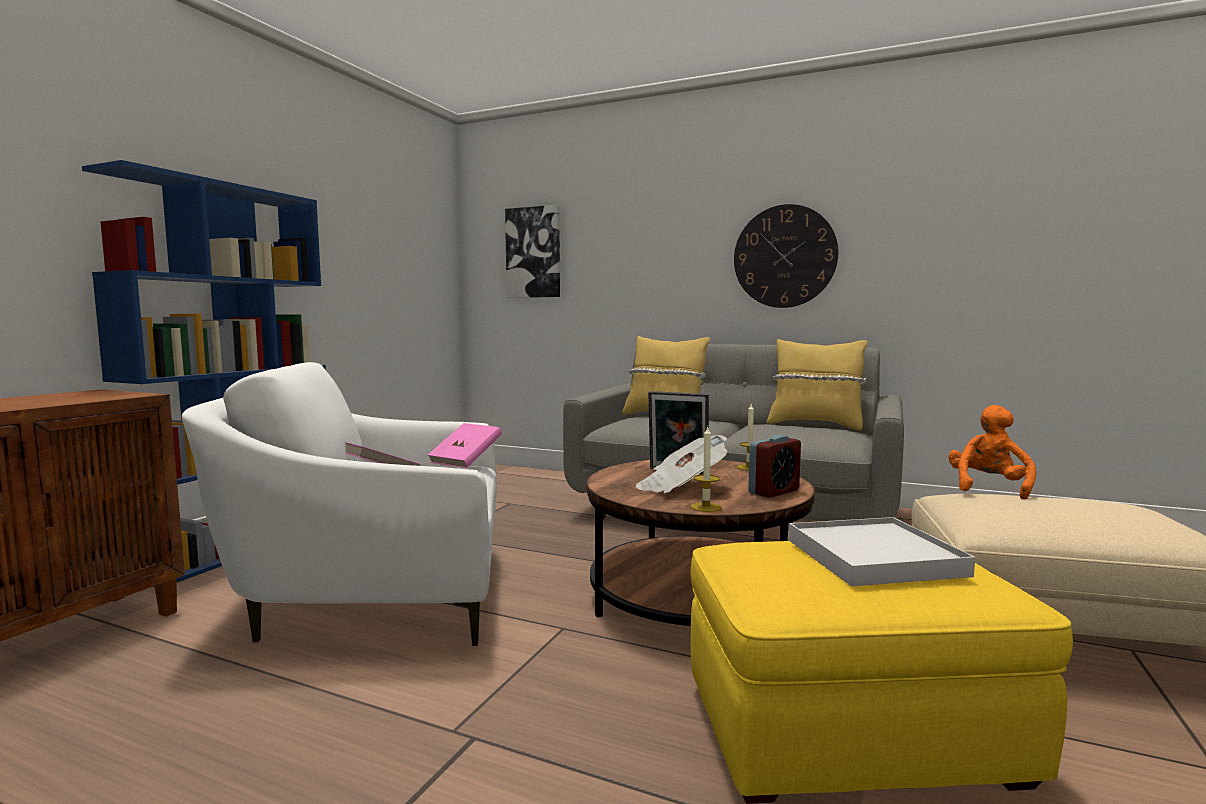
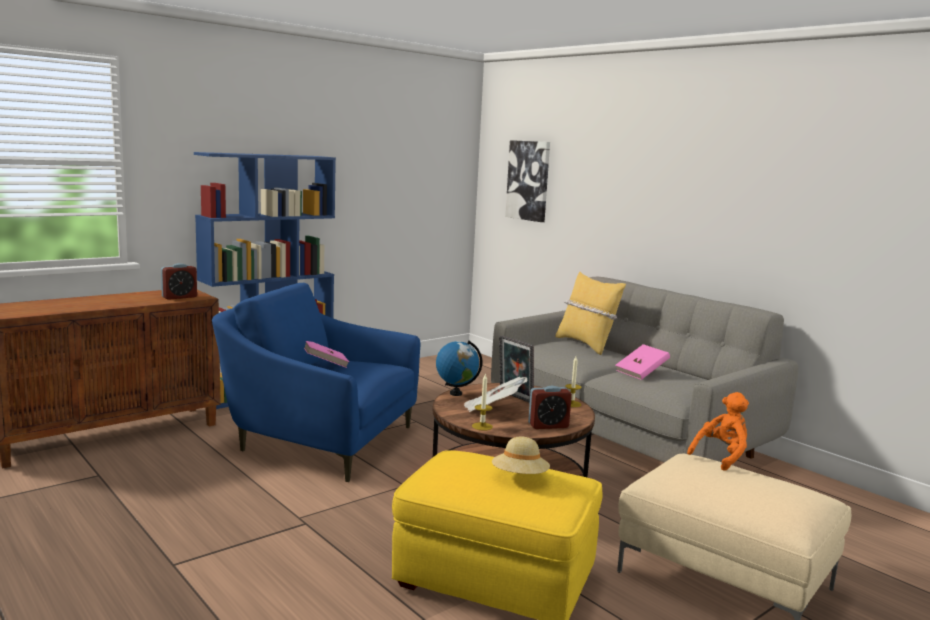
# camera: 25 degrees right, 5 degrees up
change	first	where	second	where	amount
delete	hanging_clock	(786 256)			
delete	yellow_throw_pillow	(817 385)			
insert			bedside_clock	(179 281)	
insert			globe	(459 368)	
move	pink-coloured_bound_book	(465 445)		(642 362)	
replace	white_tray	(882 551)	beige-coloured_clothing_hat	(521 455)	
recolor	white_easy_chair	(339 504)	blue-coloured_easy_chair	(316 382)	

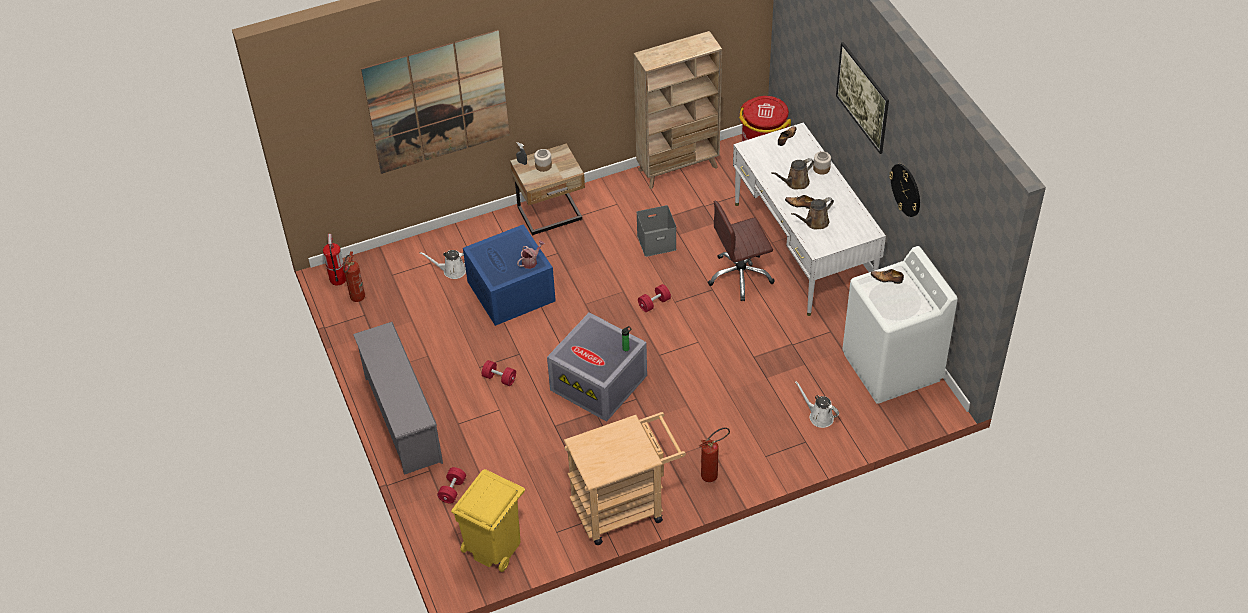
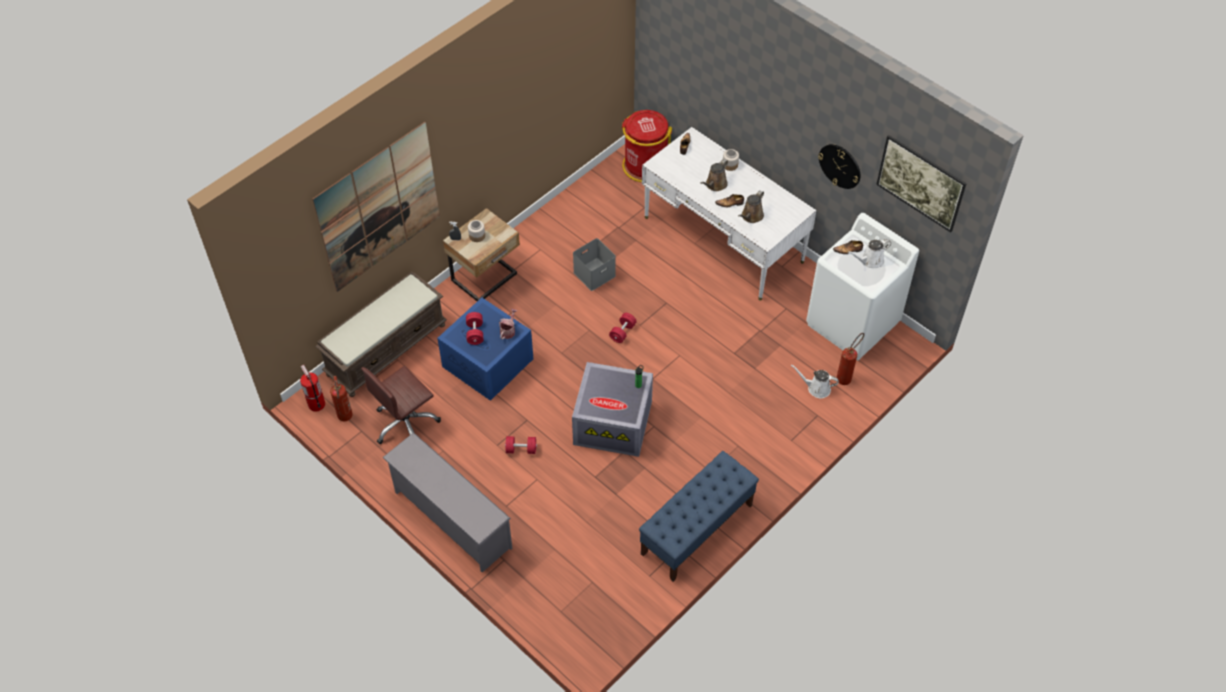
# camera: 25 degrees left, 5 degrees up
change	first	where	second	where	amount
delete	yellow_waste_bin	(488 520)			
delete	beige-coloured_bookshelf	(678 110)			
insert			brownish_indoor_bench	(381 334)	
move	white_watering_can	(443 264)		(869 254)	
move	red_dumbbell	(451 485)		(474 328)	
move	extinguisher	(714 454)		(850 359)	
move	brownish_computer_chair	(741 251)		(401 405)	
move	wall_picture	(862 98)		(921 183)	
replace	beige-coloured_trolley	(625 478)	blue-coloured_indoor_bench	(699 516)	

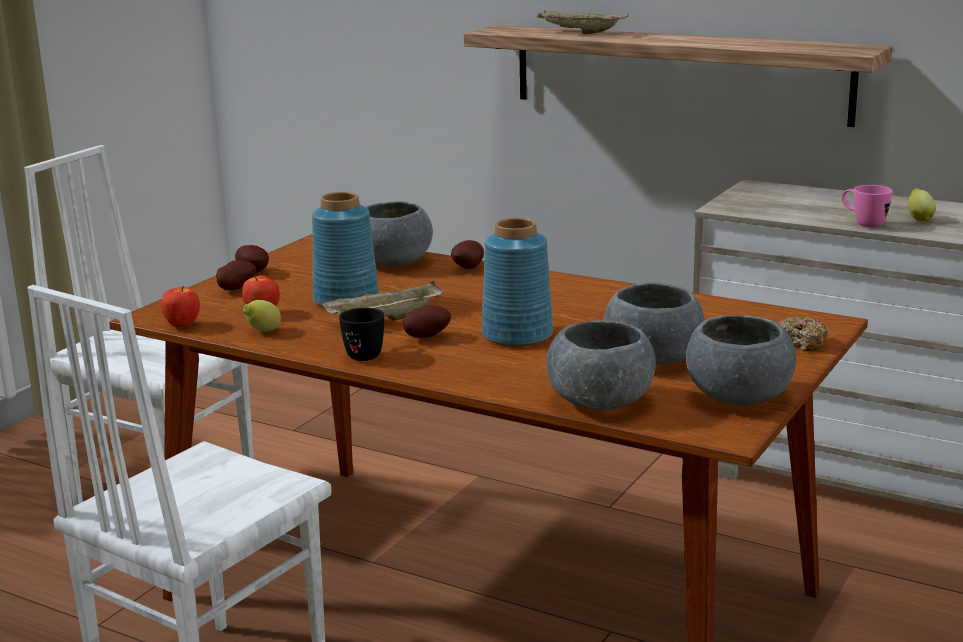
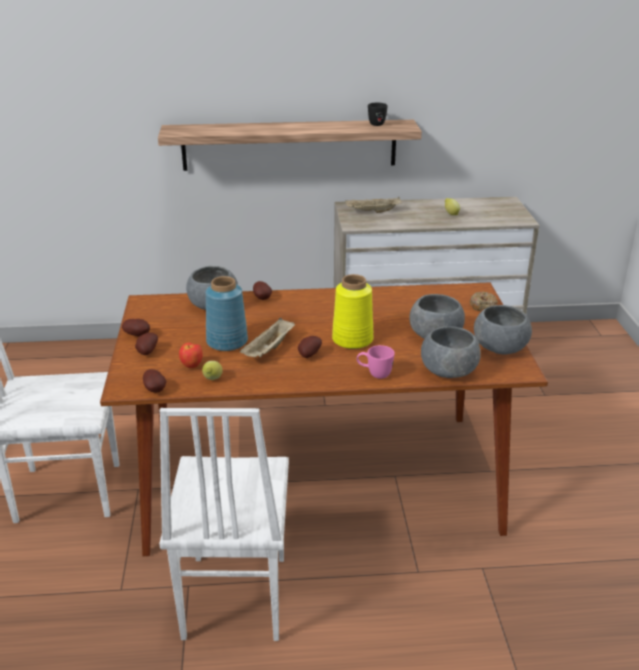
# camera: 35 degrees left, 10 degrees up
change	first	where	second	where	amount
move	black-coloured_tea_mug	(361 334)		(378 114)	
move	beige-coloured_tray	(583 22)		(373 205)	
move	pink-coloured_tea_mug	(867 206)		(376 362)	
replace	apple_fruit	(180 306)	potato	(154 381)	
recolor	blue-coloured_flower_vase	(517 282)	yellow_flower_vase	(352 311)	

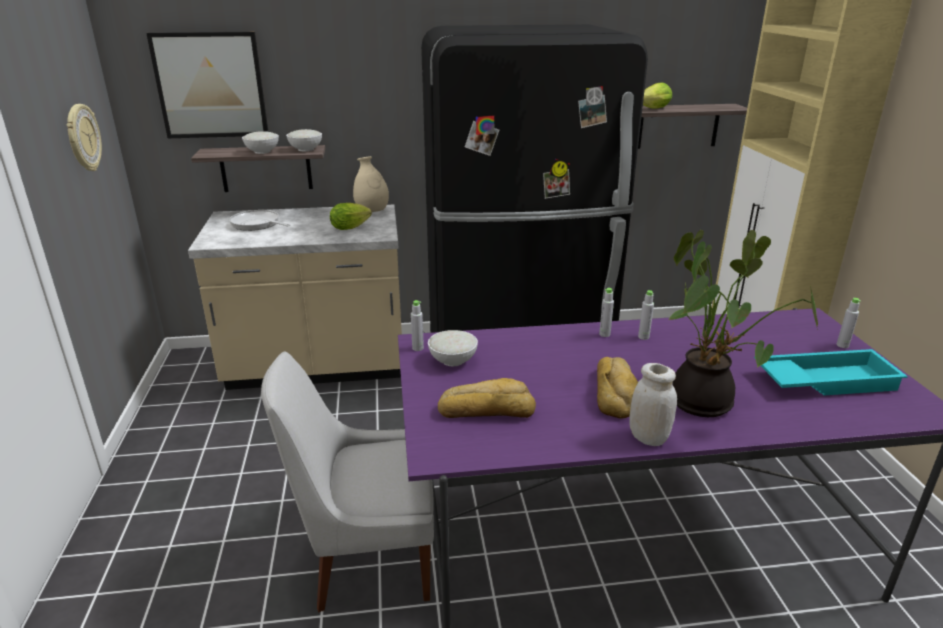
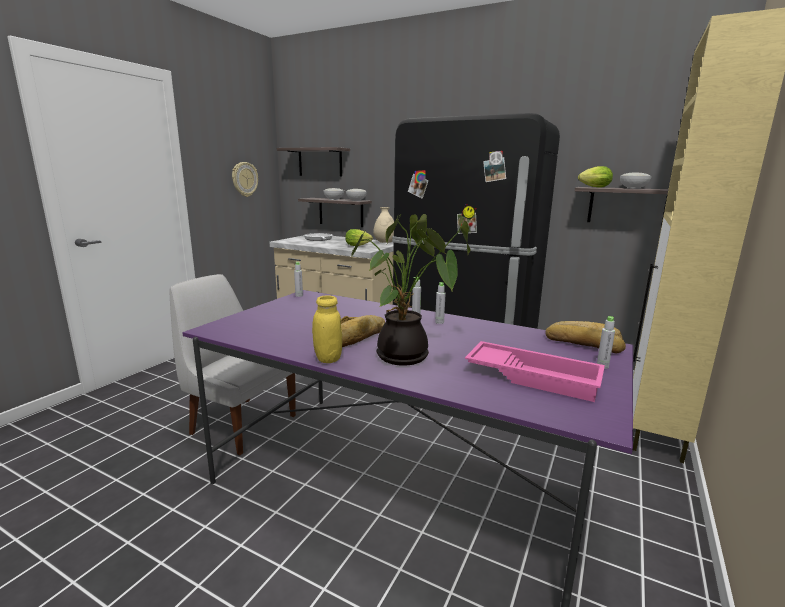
# camera: 35 degrees right, 10 degrees down
change	first	where	second	where	amount
move	white_deep_dish	(453 348)		(636 181)	
move	bread	(487 398)		(585 337)	
replace	wall_picture	(207 85)	shelf	(313 162)	
recolor	white_jar	(653 404)	yellow_jar	(327 329)	
recolor	blue-green_tray	(831 372)	pink-coloured_tray	(535 371)	

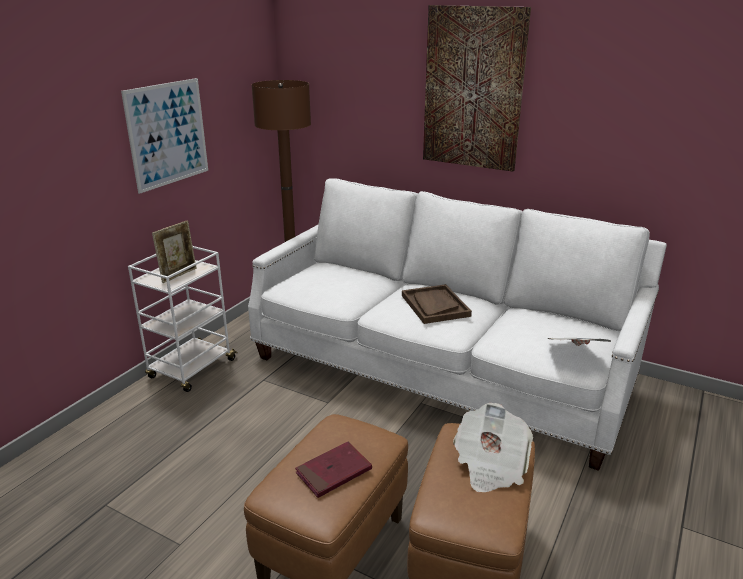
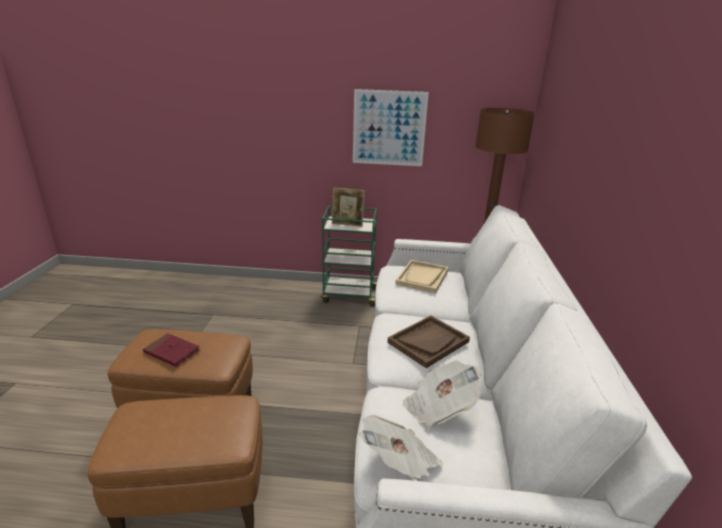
# camera: 65 degrees right, 0 degrees up
change	first	where	second	where	amount
delete	wall_picture	(477 88)			
insert			beige-coloured_tray	(422 277)	
move	newspaper	(493 447)		(442 394)	
recolor	white_trolley	(183 319)	green_trolley	(349 256)	

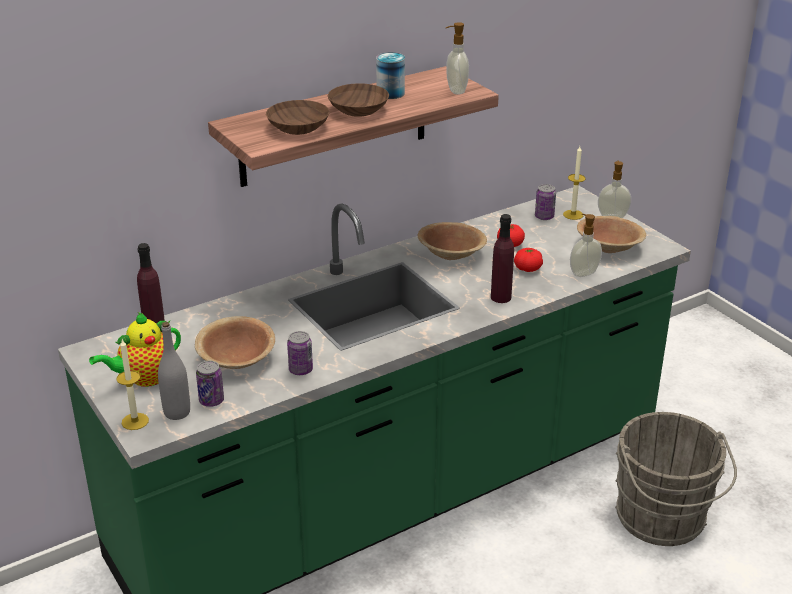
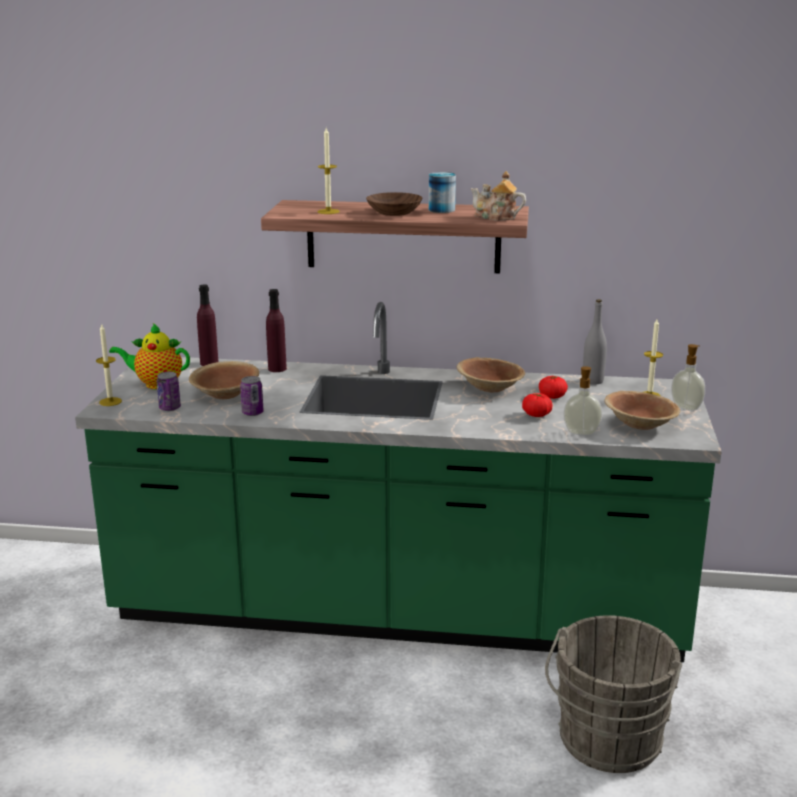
# camera: 40 degrees right, 10 degrees down
change	first	where	second	where	amount
delete	metal_can	(545 202)			
move	grey_beverage_bottle	(174 371)		(595 342)	
move	purple-coloured_beverage_bottle	(502 258)		(276 330)	
replace	brownish_deep_dish	(298 117)	wax_light	(329 171)	
replace	soap_bottle	(457 58)	tea_pot	(498 196)	

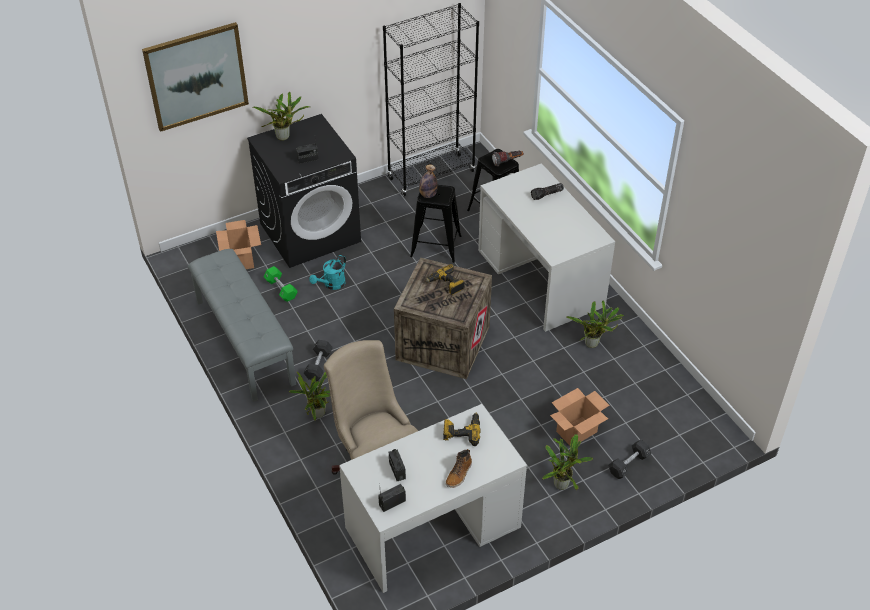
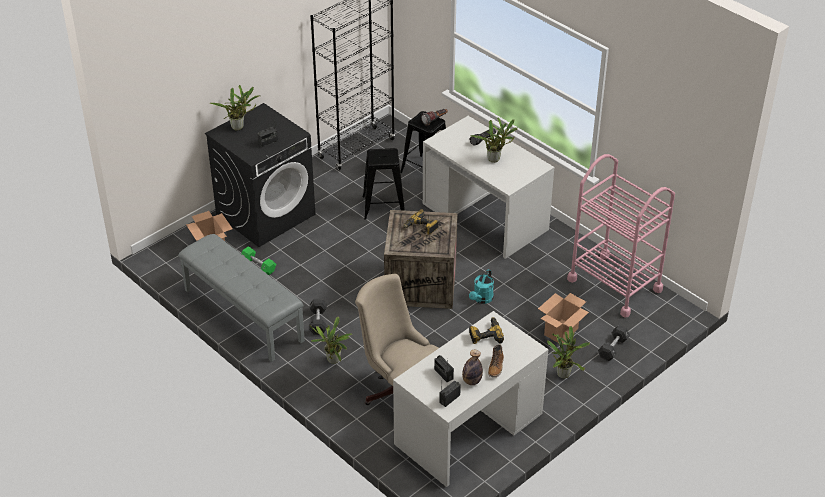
# camera: 15 degrees left, 5 degrees down
change	first	where	second	where	amount
delete	wall_picture	(195 77)			
insert			pink-coloured_trolley	(621 236)	
move	blue-green_watering_can	(328 272)		(481 286)	
move	beverage_bottle	(428 181)		(472 367)	
move	houseplant	(595 324)		(494 140)	

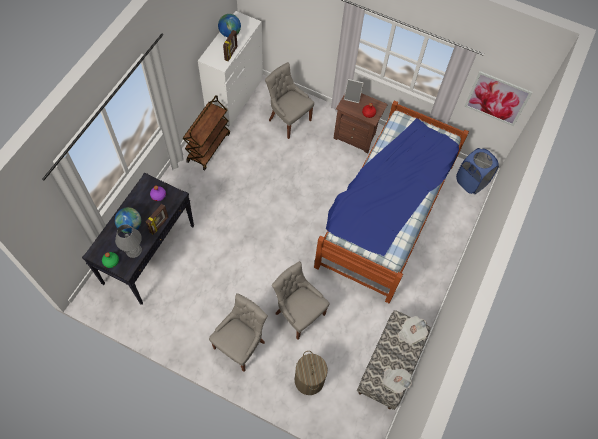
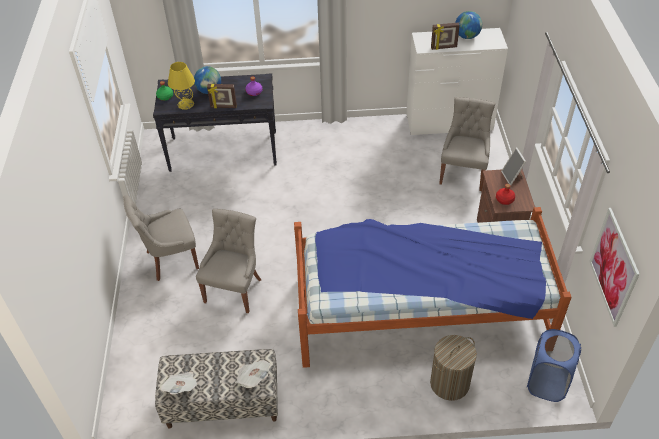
# camera: 65 degrees right, 15 degrees down
change	first	where	second	where	amount
delete	brownish_trolley	(206 133)			
move	washing_basket	(311 373)		(453 368)	
recolor	grey_table_lamp	(128 241)	yellow_table_lamp	(181 86)	
rotate	grey_chair	(238 332)		(161 238)	150 degrees clockwise

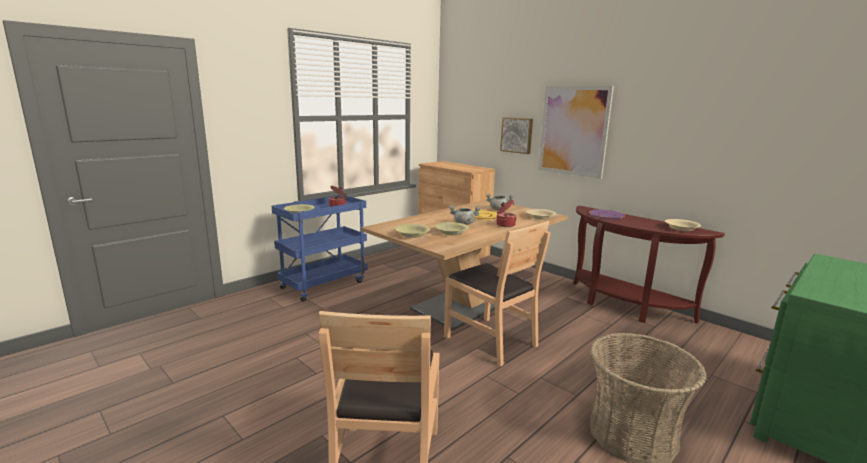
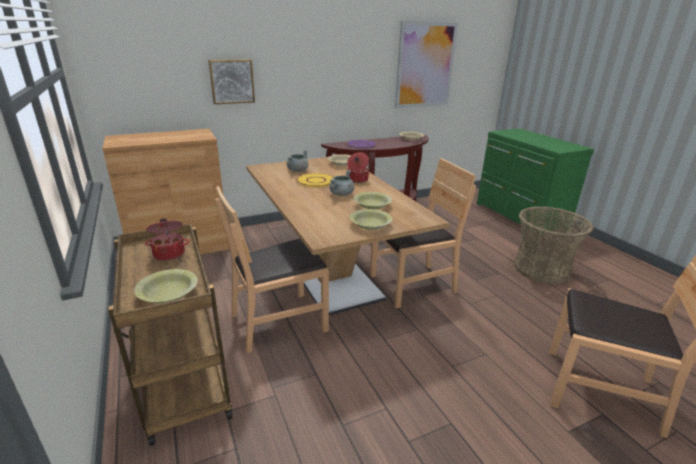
# camera: 70 degrees left, 10 degrees up
change	first	where	second	where	amount
insert			brownish_chair	(272 269)	
move	wall_picture	(576 132)		(426 64)	
recolor	blue-coloured_trolley	(320 248)	brownish_trolley	(170 335)	

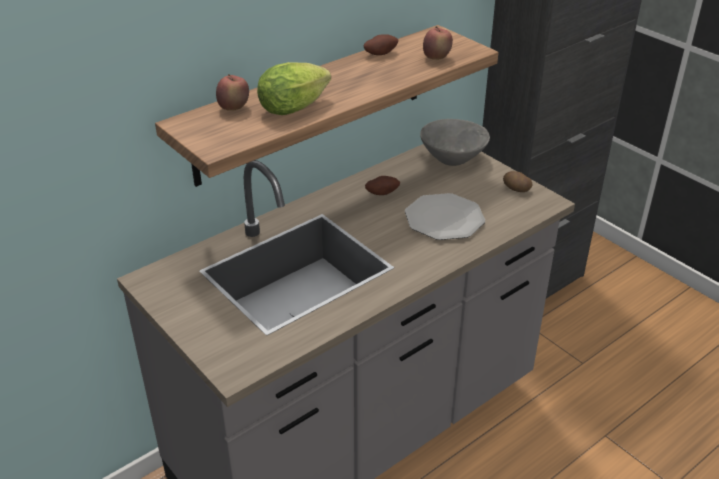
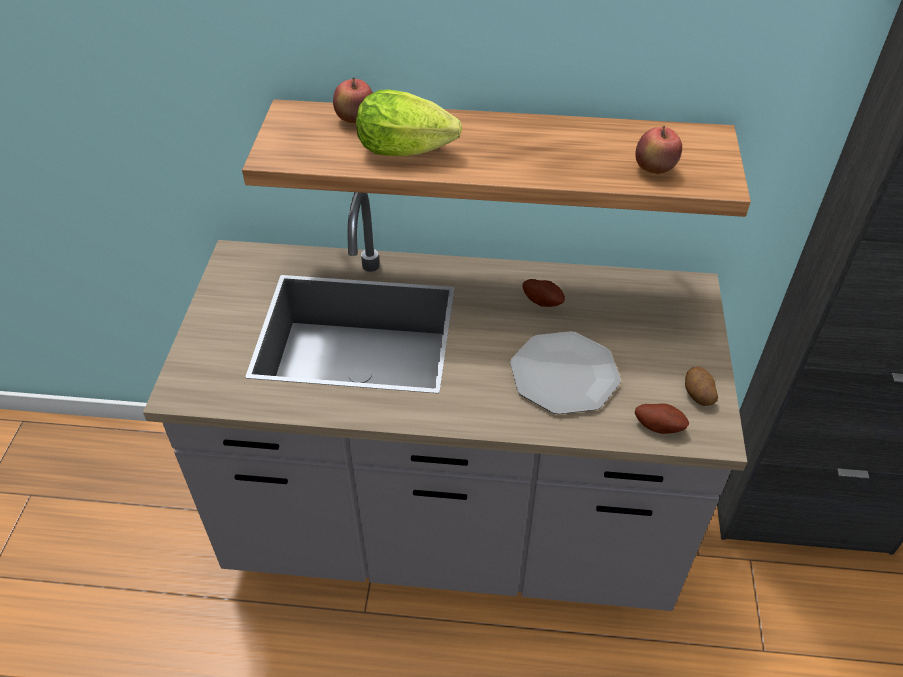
# camera: 45 degrees right, 10 degrees up
change	first	where	second	where	amount
delete	grey_deep_dish	(455 142)			
move	potato	(381 44)		(662 418)	

